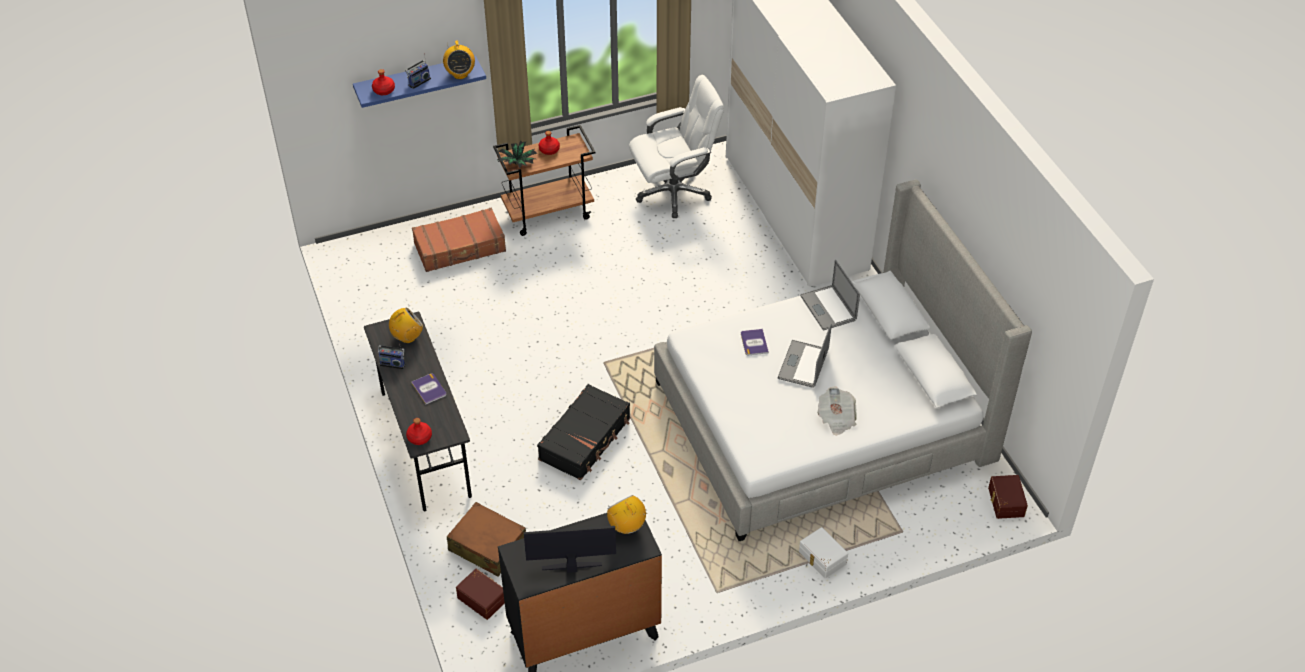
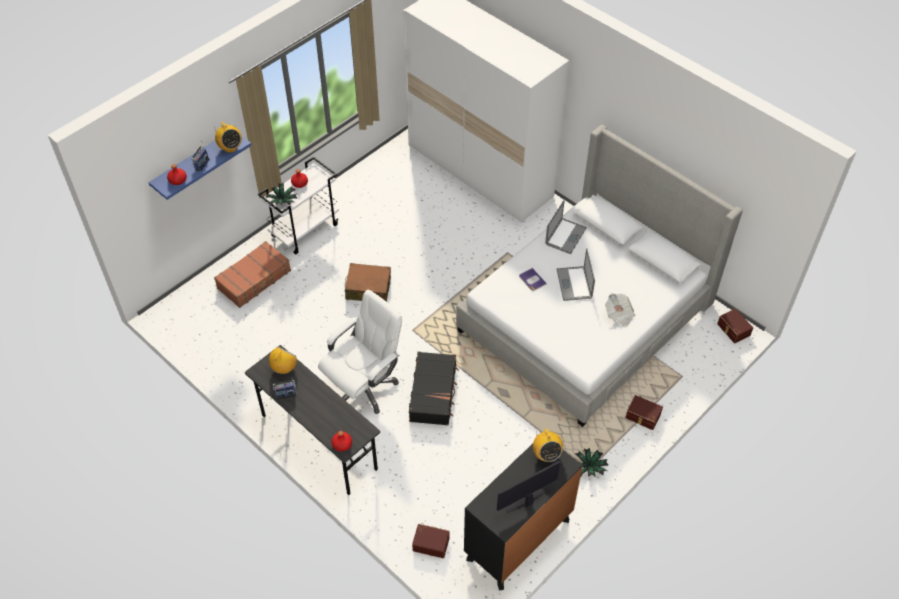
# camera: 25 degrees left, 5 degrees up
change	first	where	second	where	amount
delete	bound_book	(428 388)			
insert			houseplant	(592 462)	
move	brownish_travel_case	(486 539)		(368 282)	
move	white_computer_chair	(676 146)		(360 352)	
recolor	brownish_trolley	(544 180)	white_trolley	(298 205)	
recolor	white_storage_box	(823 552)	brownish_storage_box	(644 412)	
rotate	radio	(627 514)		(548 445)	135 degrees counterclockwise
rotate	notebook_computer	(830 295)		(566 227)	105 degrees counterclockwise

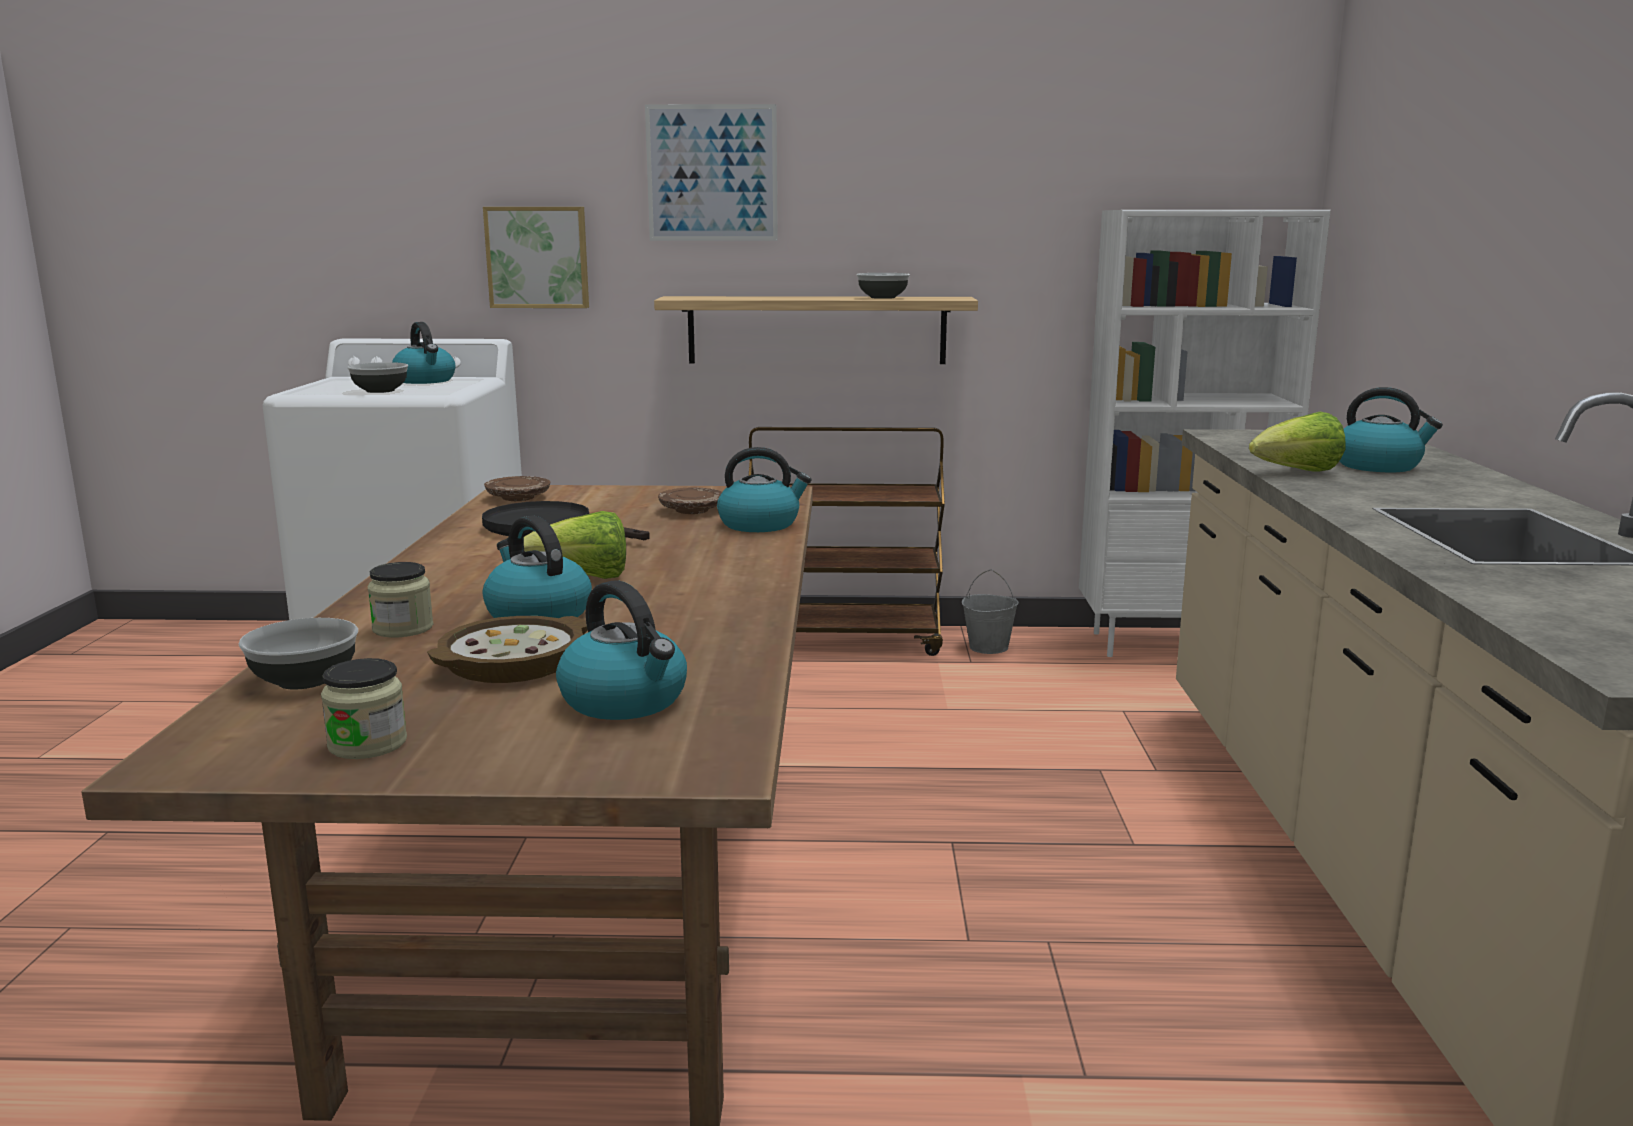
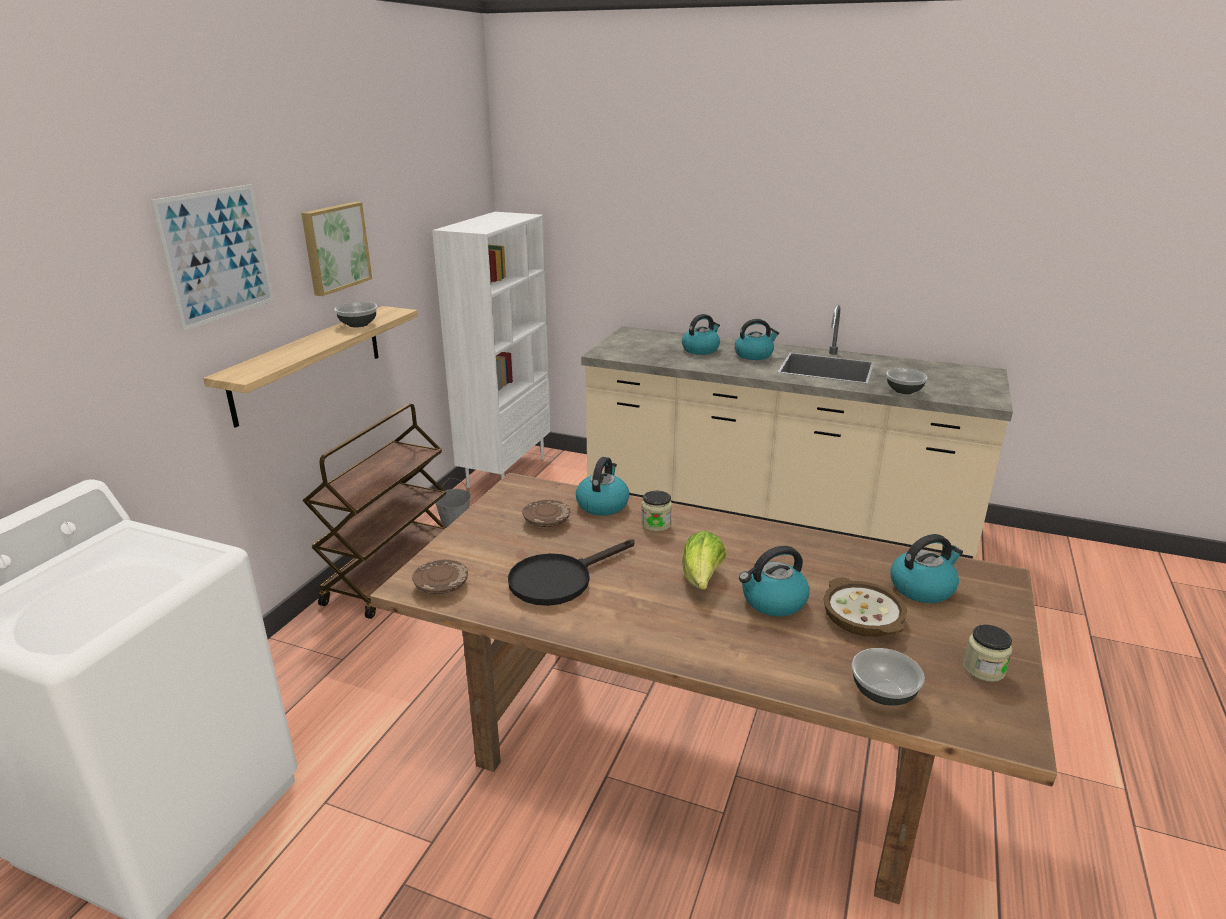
# camera: 70 degrees left, 10 degrees up
change	first	where	second	where	amount
delete	lettuce_head	(1297 441)			
move	deep_dish	(378 377)		(907 381)	
move	jar	(400 600)		(656 511)	
move	water_kettle	(423 353)		(757 339)	
move	wall_picture	(536 257)		(336 249)	

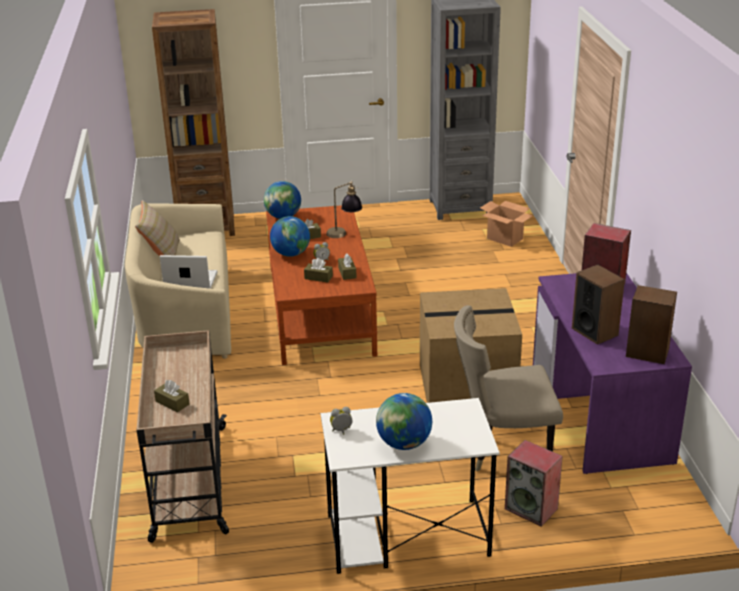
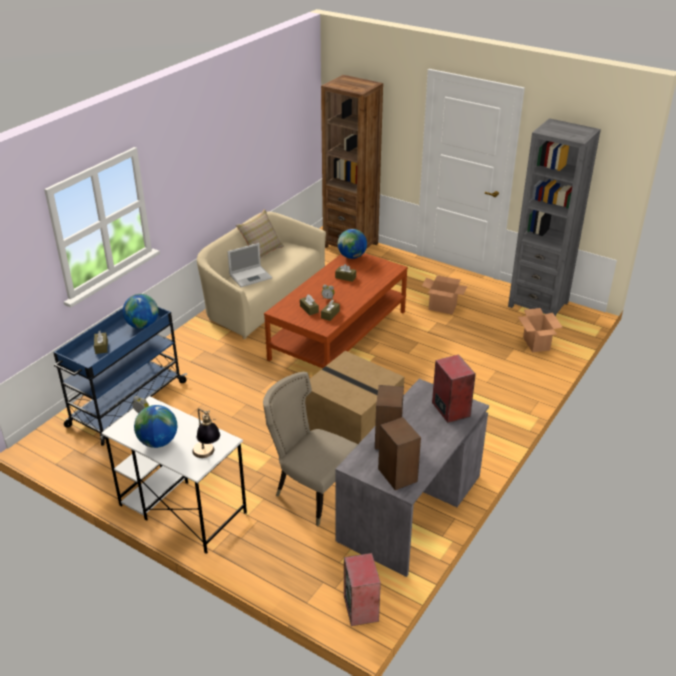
# camera: 40 degrees right, 5 degrees up
change	first	where	second	where	amount
insert			packing_box	(444 294)	
move	globe	(290 236)		(140 311)	
move	table_lamp	(344 209)		(206 433)	
move	speaker	(534 483)		(362 589)	
recolor	beige-coloured_trolley	(183 436)	blue-coloured_trolley	(120 376)	
recolor	purple-coloured_desk_table	(612 373)	grey_desk_table	(412 478)	
rotate	notebook_computer	(188 272)		(249 265)	105 degrees clockwise

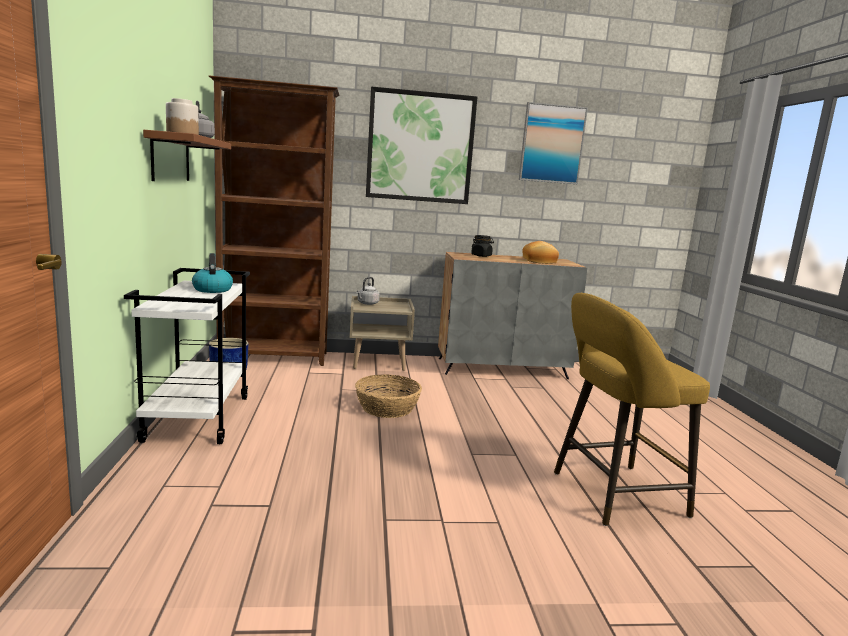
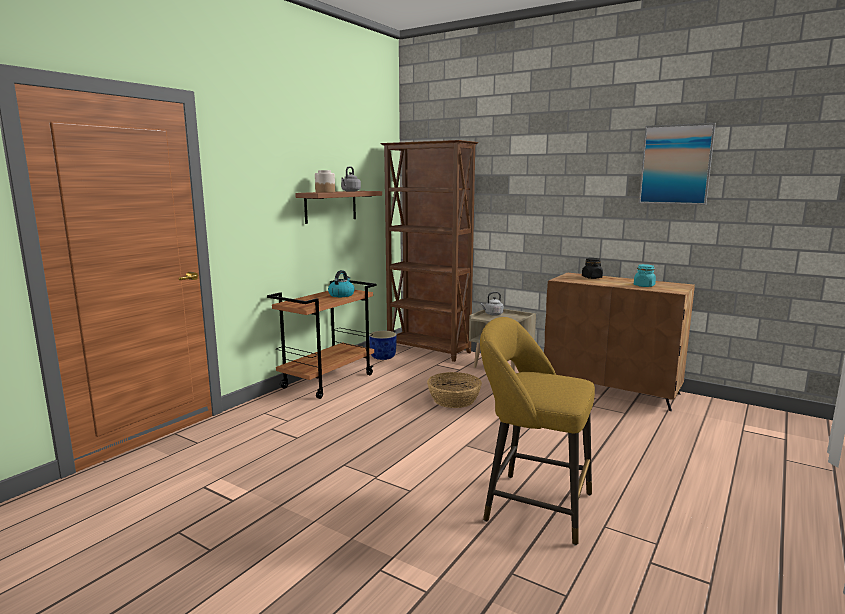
# camera: 40 degrees right, 0 degrees up
change	first	where	second	where	amount
delete	wall_picture	(421 145)			
replace	bread	(540 252)	blue-green_jar	(645 275)	
recolor	white_trolley	(187 356)	brownish_trolley	(321 339)	
recolor	grey_cabinet	(512 315)	brownish_cabinet	(619 342)	

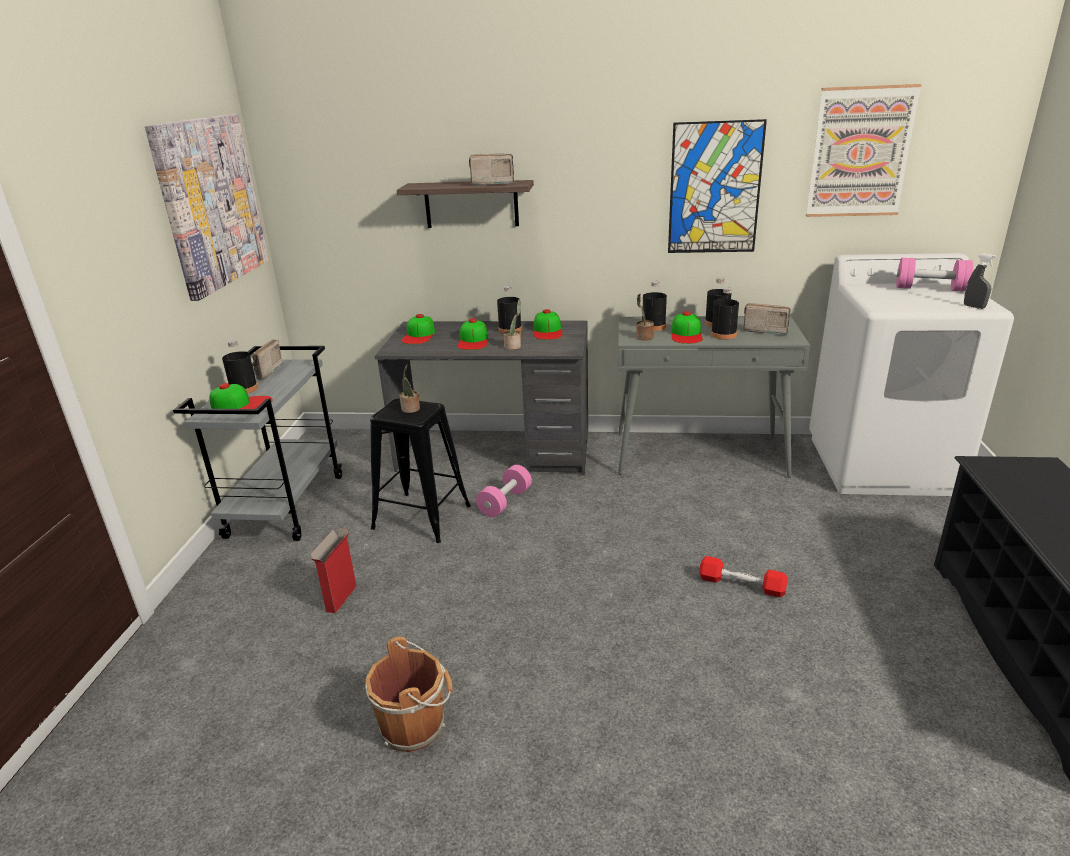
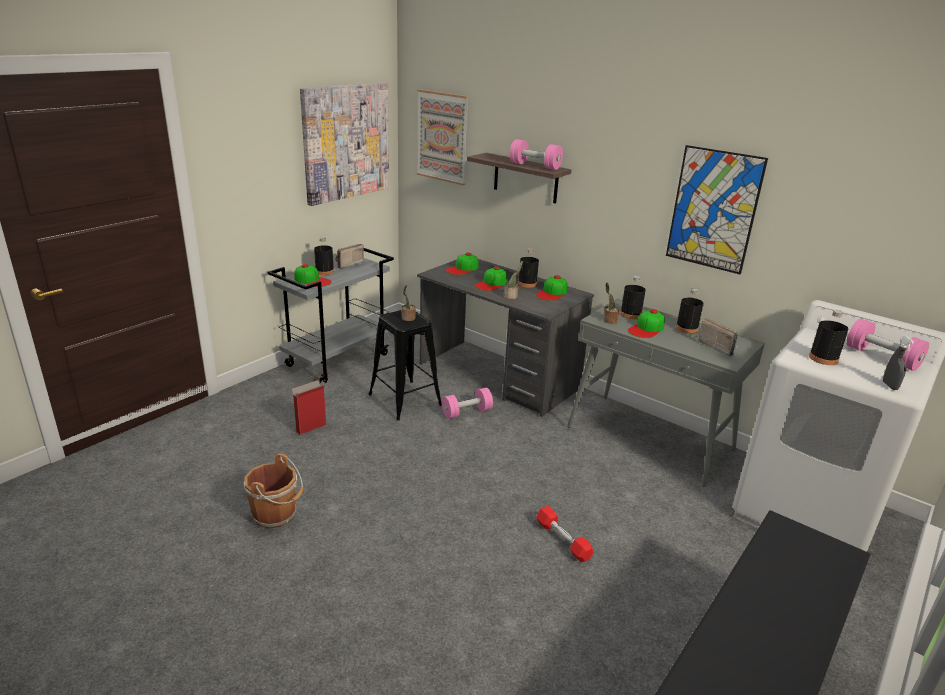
# camera: 30 degrees right, 0 degrees up
change	first	where	second	where	amount
move	black-coloured_beverage_bottle	(725 313)		(829 337)	
move	wall_picture	(864 150)		(443 137)	
replace	radio	(492 170)	pink-coloured_dumbbell	(536 154)	

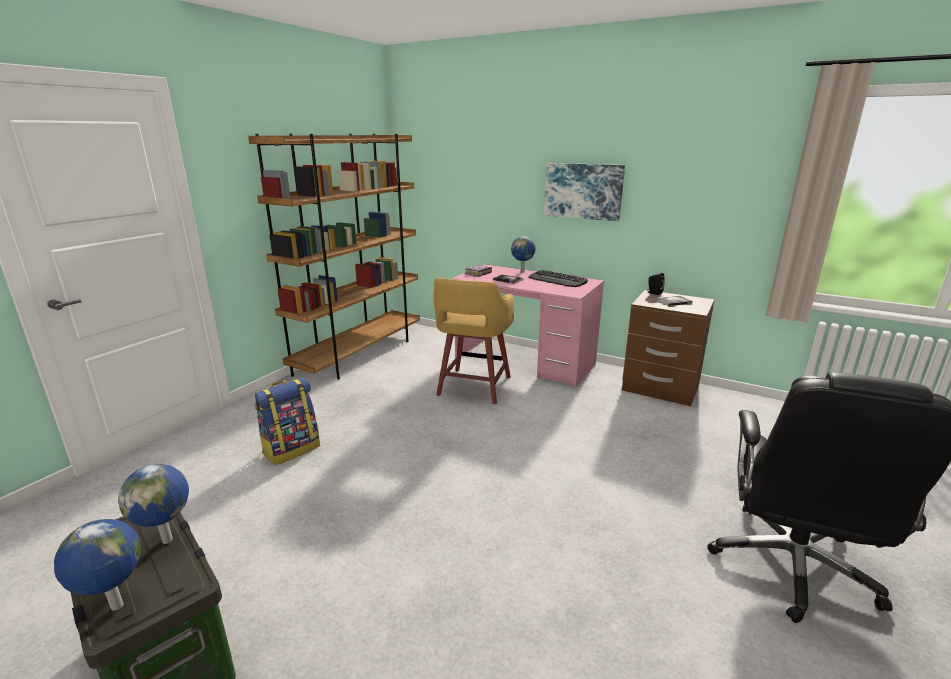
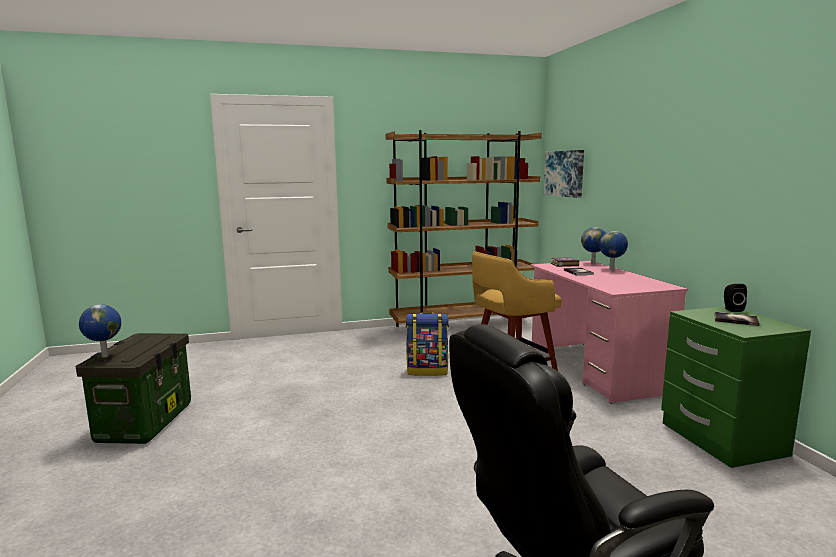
# camera: 45 degrees right, 10 degrees down
change	first	where	second	where	amount
delete	computer_keyboard	(558 278)			
move	globe	(153 504)		(593 245)	
move	knapsack	(287 421)		(427 344)	
move	wall_picture	(584 192)		(564 174)	
recolor	brownish_nightstand	(668 348)	green_nightstand	(736 387)	

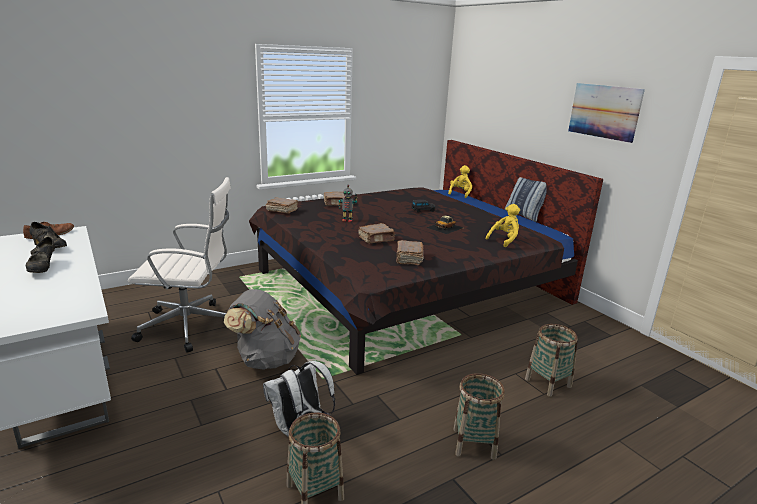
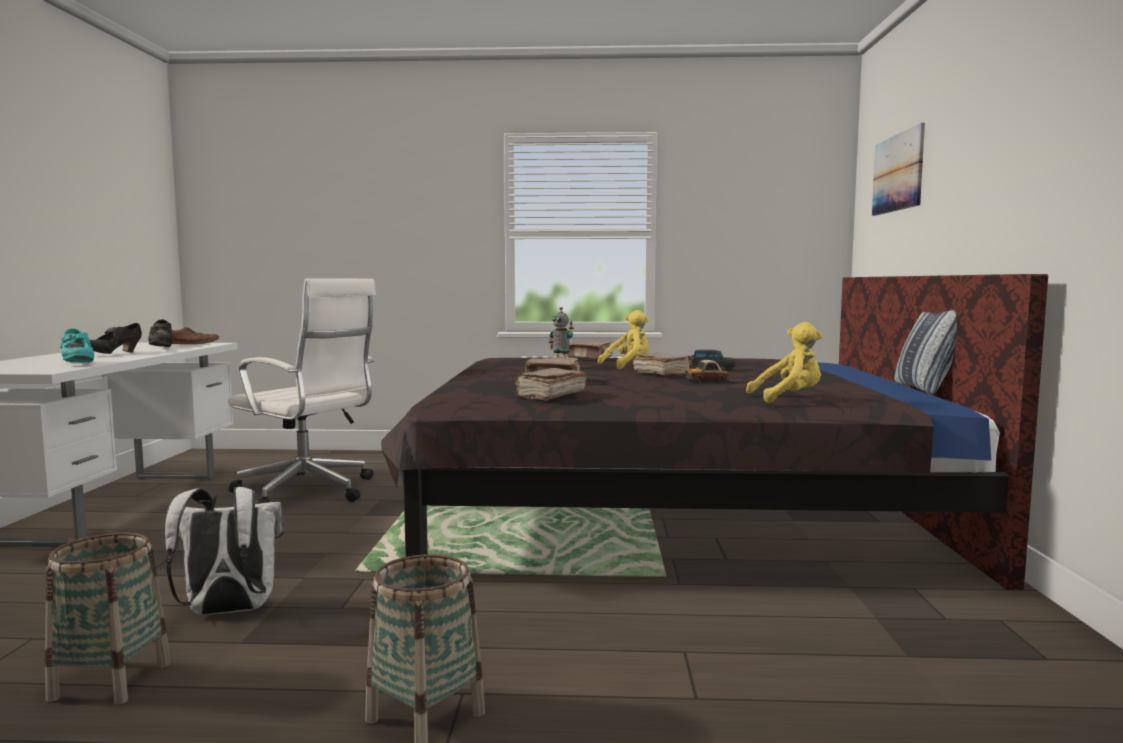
# camera: 35 degrees right, 15 degrees down
change	first	where	second	where	amount
delete	grey_knapsack	(262 329)			
delete	basket	(551 360)			
insert			blue-green_item_of_footwear	(77 345)	
move	brownish_bound_book	(282 205)		(663 363)	
move	yellow_cuddly_toy	(460 181)		(623 339)	
move	wall_picture	(606 113)		(898 169)	

